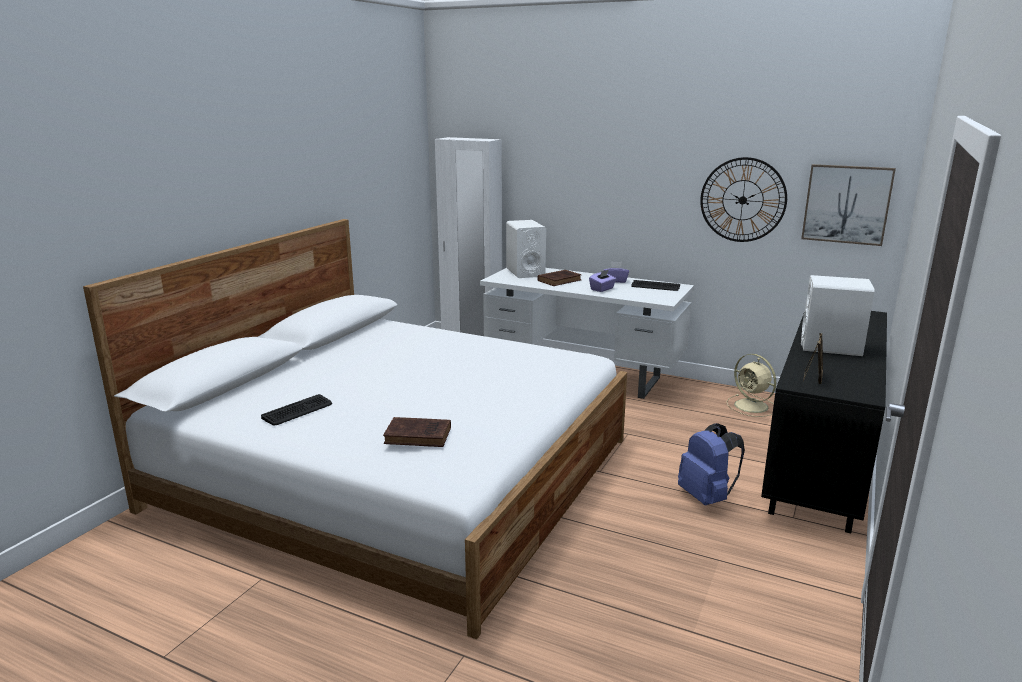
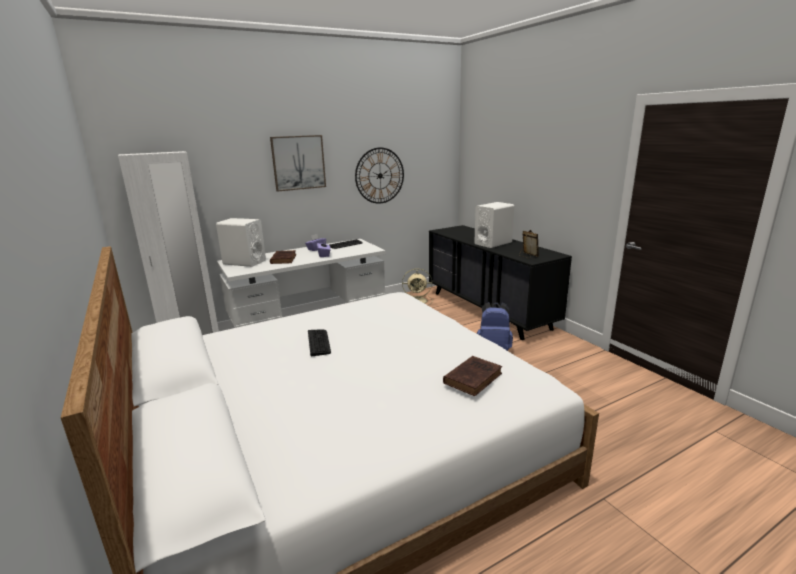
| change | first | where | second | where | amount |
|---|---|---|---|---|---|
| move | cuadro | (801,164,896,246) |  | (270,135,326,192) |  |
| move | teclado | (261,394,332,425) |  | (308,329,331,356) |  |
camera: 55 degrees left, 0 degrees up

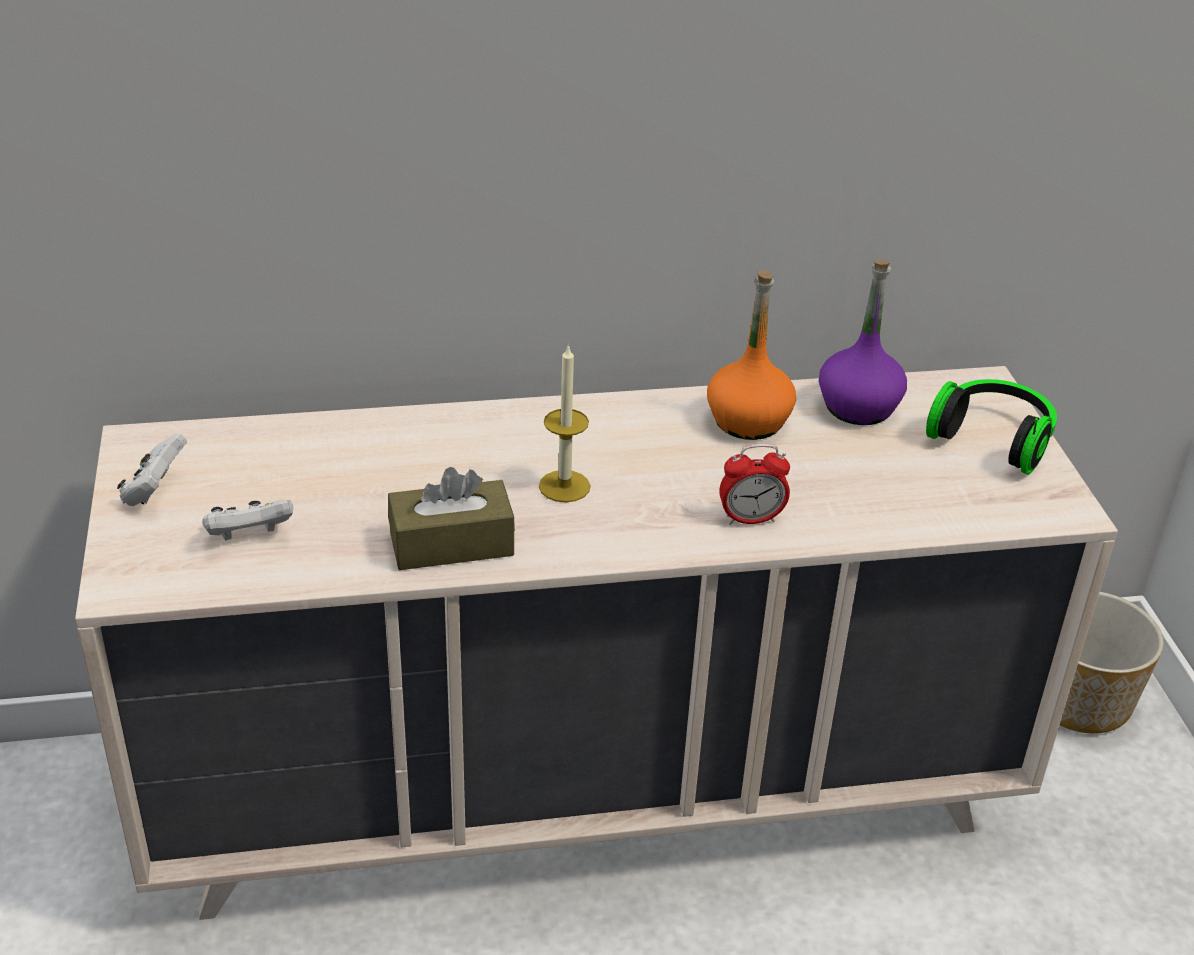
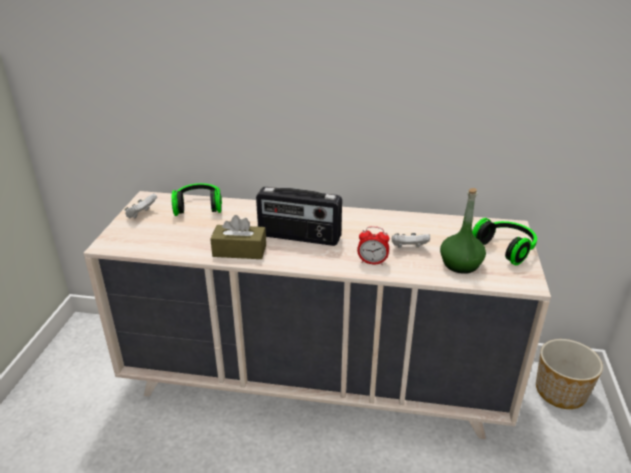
| change | first | where | second | where | amount |
|---|---|---|---|---|---|
| insert |  |  | auriculares | (172,183,222,216) |  |
| replace | vela | (539,344,590,502) | radio | (256,187,342,246) |  |
| move | mando de consola (blanco) | (202,500,293,541) |  | (392,233,430,248) |  |
| insert |  |  | botella (verde) | (440,188,486,274) |  |
| delete | botella (naranja) | (707,270,796,440) |  |  |  |
| delete | botella (morado) | (819,260,907,425) |  |  |  |
camera: 20 degrees right, 5 degrees down

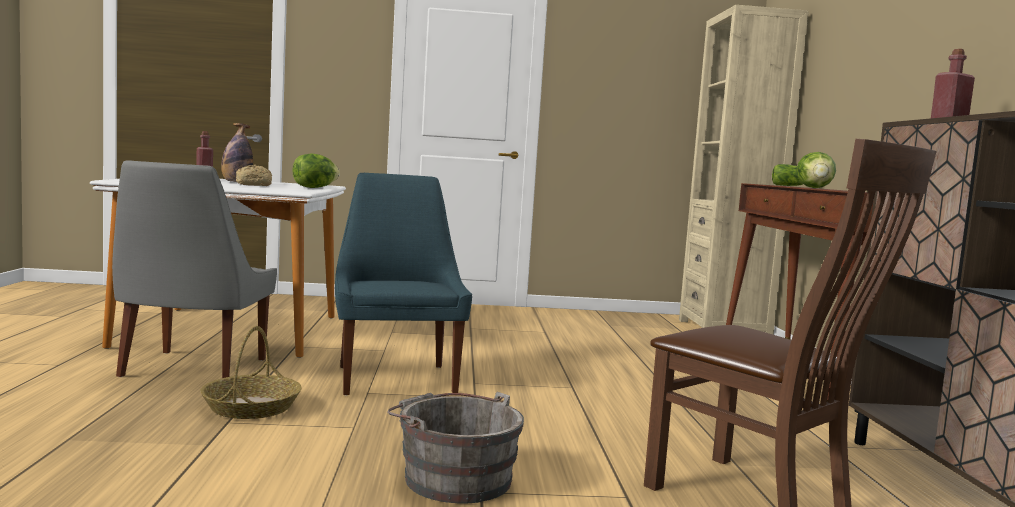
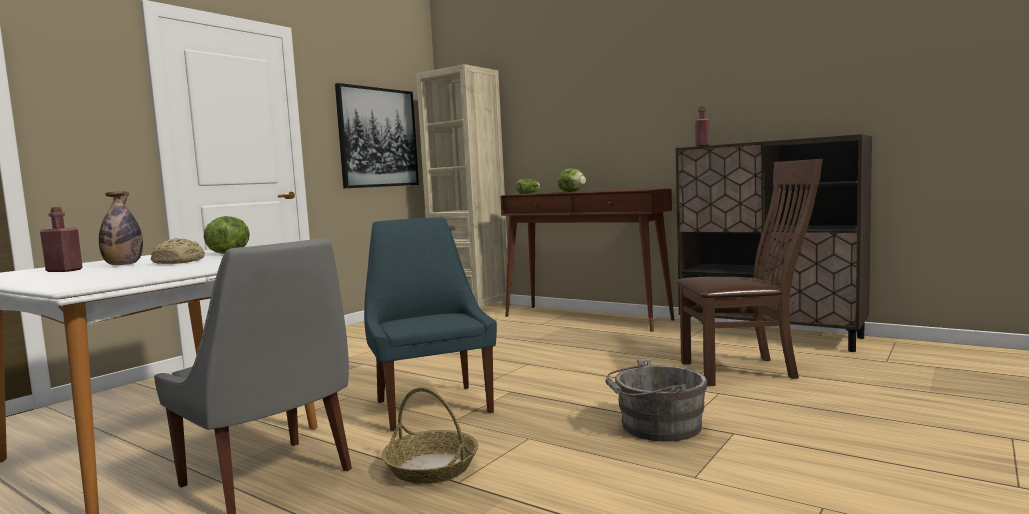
| change | first | where | second | where | amount |
|---|---|---|---|---|---|
| insert |  |  | cuadro | (335,83,419,189) |  |
| rotate | silla (azul) | (335,173,472,395) |  | (364,217,497,431) | 45 degrees clockwise |
camera: 50 degrees left, 0 degrees up

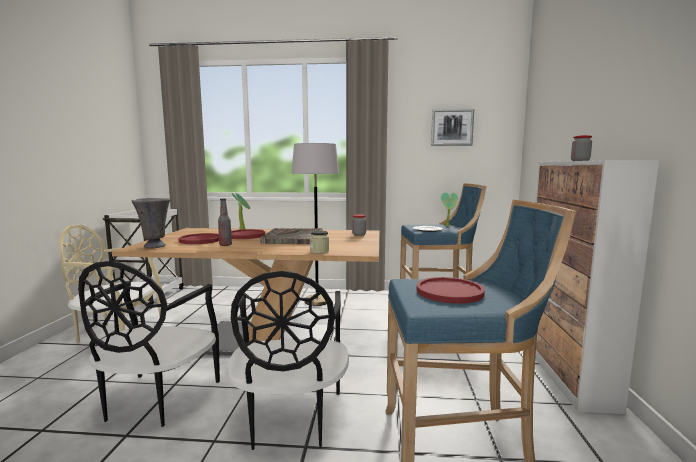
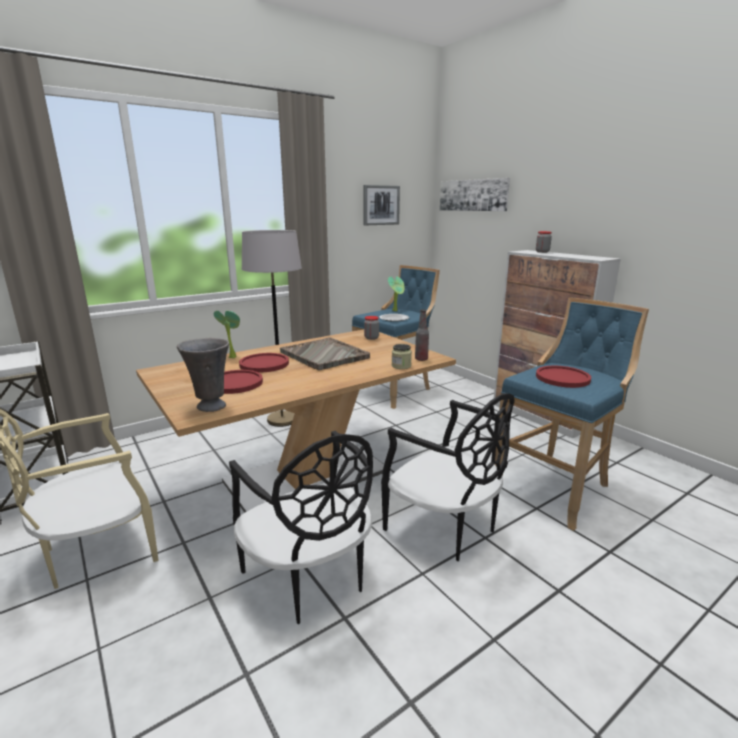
| change | first | where | second | where | amount |
|---|---|---|---|---|---|
| move | botella | (218,199,232,246) |  | (415,309,429,361) |  |
| insert |  |  | cuadro | (440,178,510,211) |  |
camera: 40 degrees left, 10 degrees up

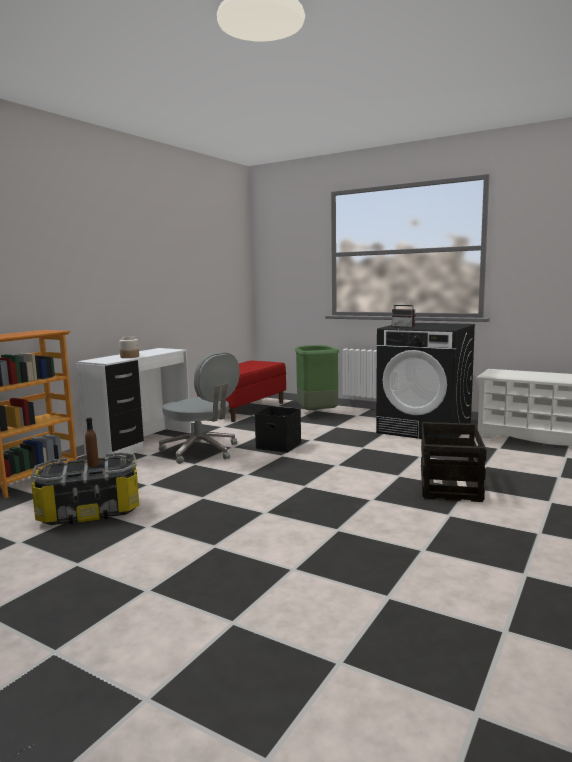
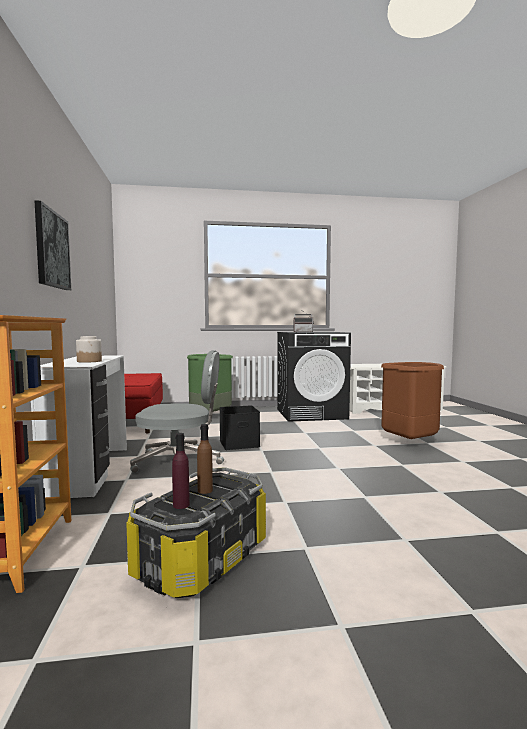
| change | first | where | second | where | amount |
|---|---|---|---|---|---|
| insert |  |  | cuadro | (34,200,71,290) |  |
| insert |  |  | botella (morado) | (172,433,190,509) |  |
| replace | caja de embalaje | (421,422,487,502) | papelera (marrón) | (381,362,444,439) |  |
camera: 40 degrees left, 5 degrees down

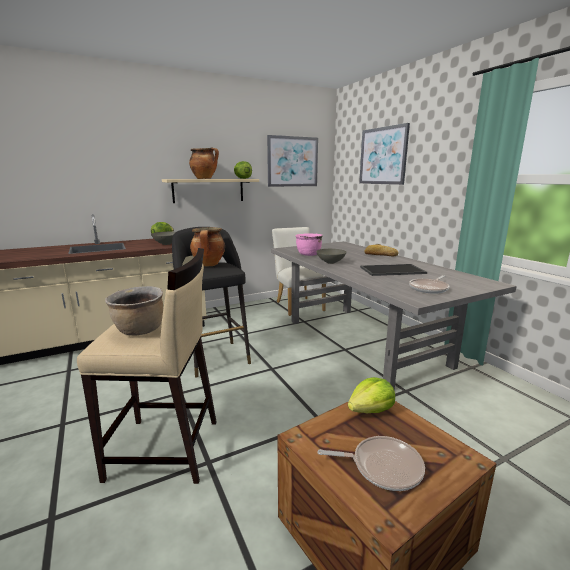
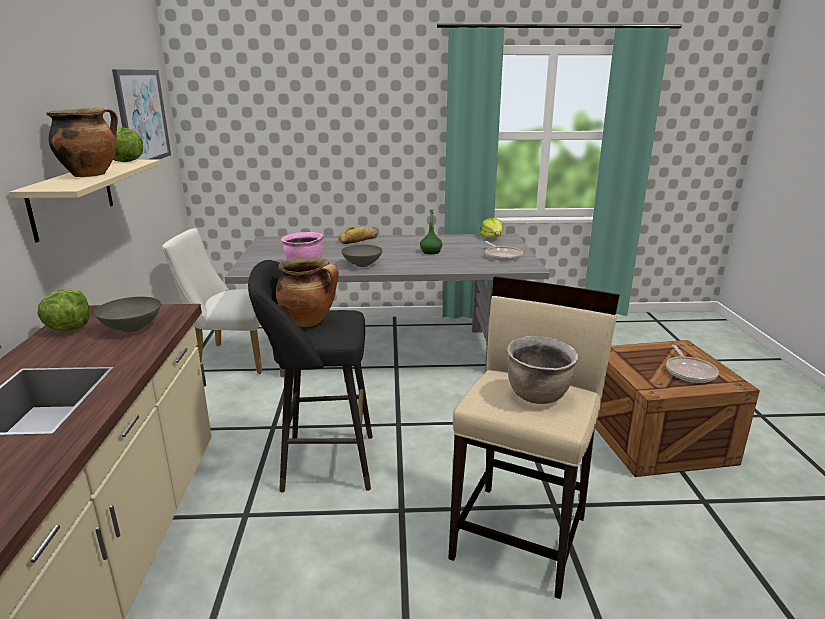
| change | first | where | second | where | amount |
|---|---|---|---|---|---|
| replace | bandeja | (360,264,427,276) | botella (verde) | (420,209,443,254) |  |
| move | lechuga | (348,377,395,413) |  | (480,218,503,238) |  |
| rotate | sartén | (317,436,425,491) |  | (666,345,719,383) | 150 degrees clockwise |
| delete | cuadro | (359,123,410,185) |  |  |  |
camera: 65 degrees left, 5 degrees up

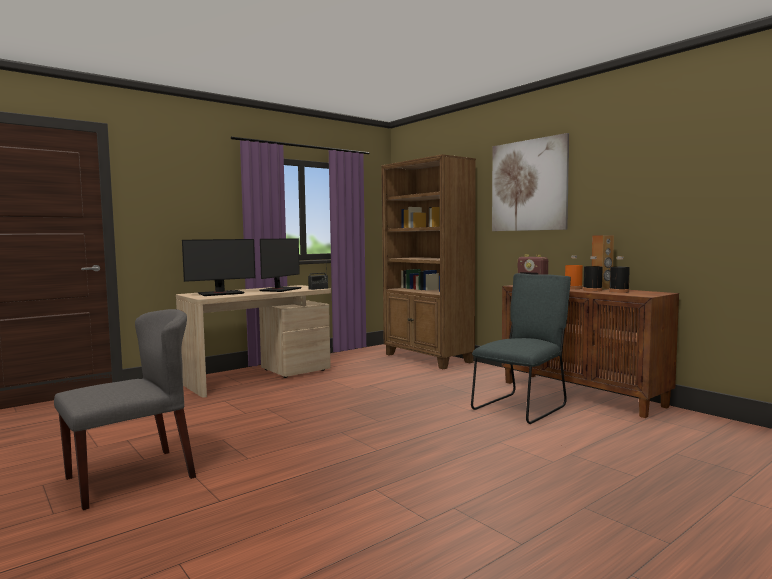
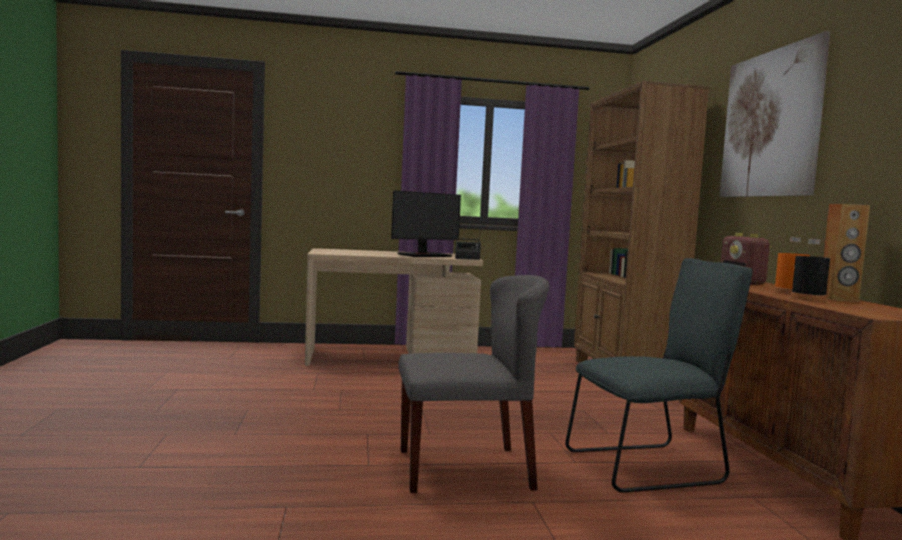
| change | first | where | second | where | amount |
|---|---|---|---|---|---|
| move | silla (gris) | (54,309,196,510) |  | (398,275,549,493) |  |
| delete | monitor | (182,239,255,296) |  |  |  |
| delete | botella (negro) | (609,256,630,293) |  |  |  |
camera: 30 degrees right, 0 degrees up

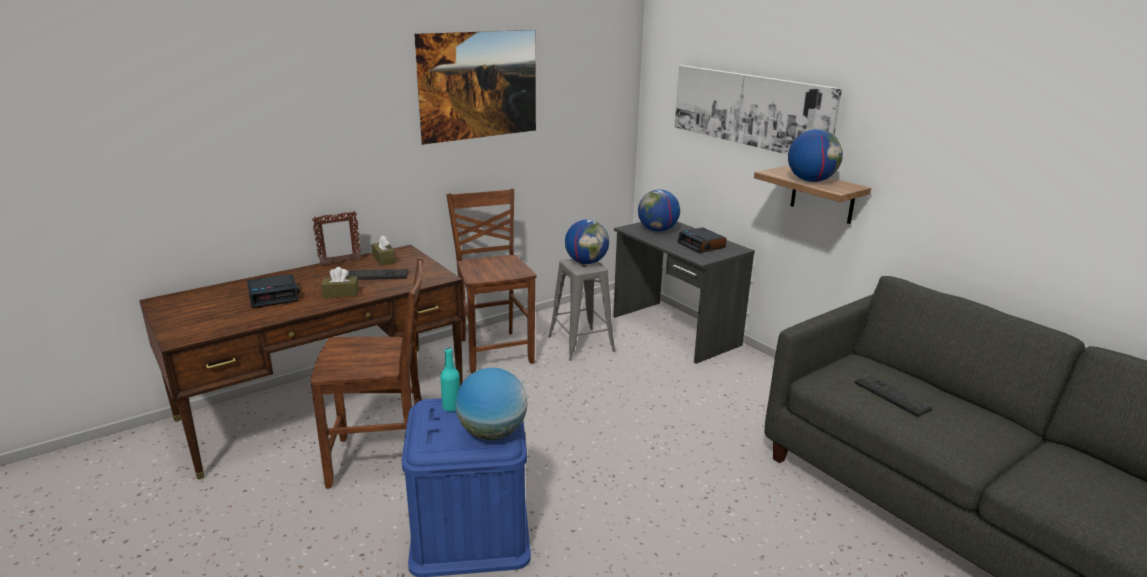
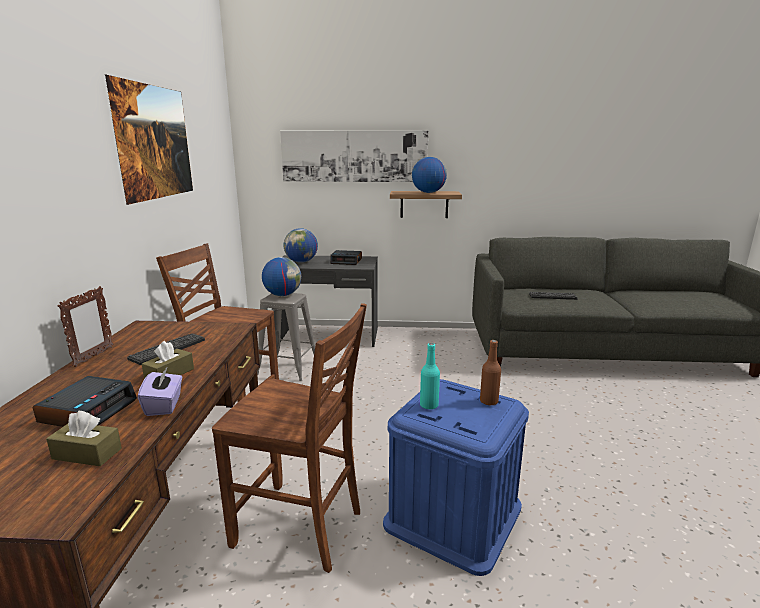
| change | first | where | second | where | amount |
|---|---|---|---|---|---|
| move | caja de pañuelos (marrón) | (372,235,396,265) |  | (46,411,122,466) |  |
| insert |  |  | caja de pañuelos (morado) | (138,366,182,416) |  |
| rotate | silla (marrón) | (310,257,423,489) |  | (212,303,367,573) | 75 degrees clockwise |
| replace | globo terráqueo | (455,368,527,440) | botella (marrón) | (480,340,501,406) |  |
camera: 50 degrees left, 5 degrees down

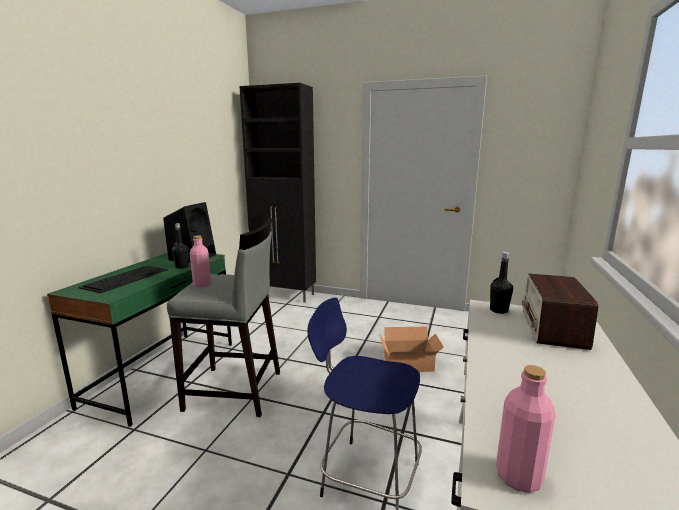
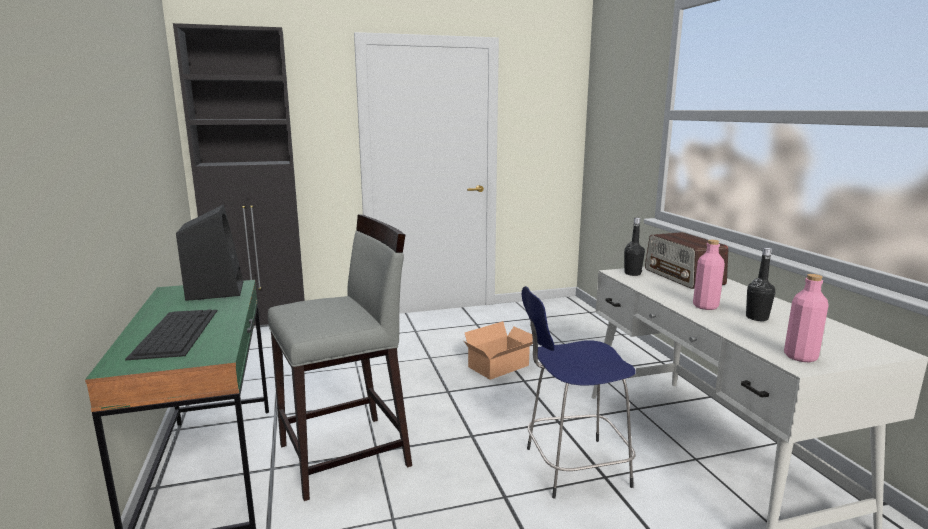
| change | first | where | second | where | amount |
|---|---|---|---|---|---|
| move | botella (rosa) | (190,236,211,287) |  | (693,240,725,310) |  |
| move | botella (negro) | (172,223,189,269) |  | (746,248,775,321) |  |
camera: 35 degrees left, 0 degrees up

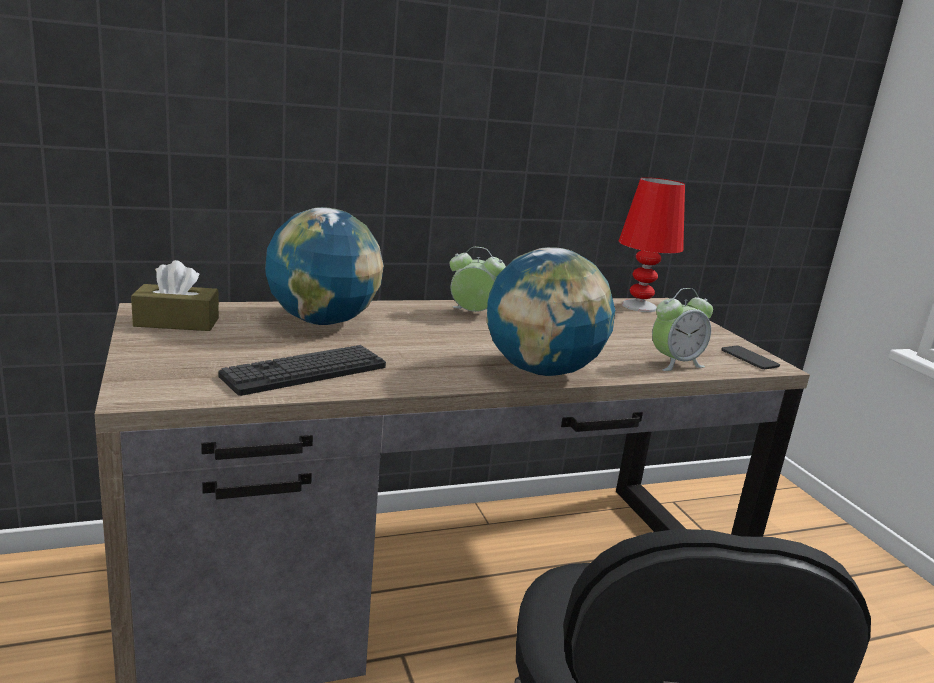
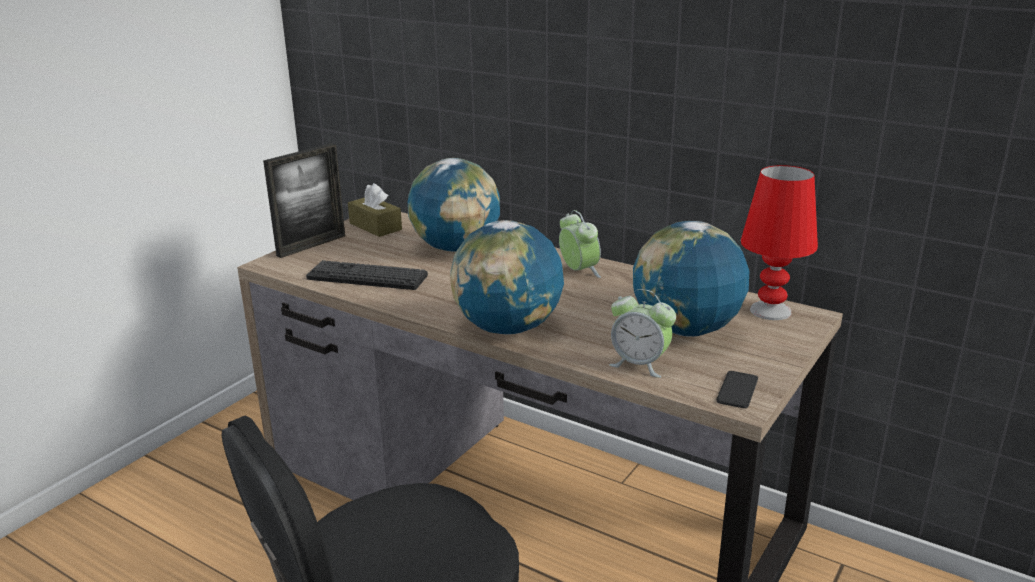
| change | first | where | second | where | amount |
|---|---|---|---|---|---|
| insert |  |  | portarretratos | (263,143,345,258) |  |
| insert |  |  | globo terráqueo | (633,221,749,337) |  |
camera: 55 degrees right, 5 degrees up

